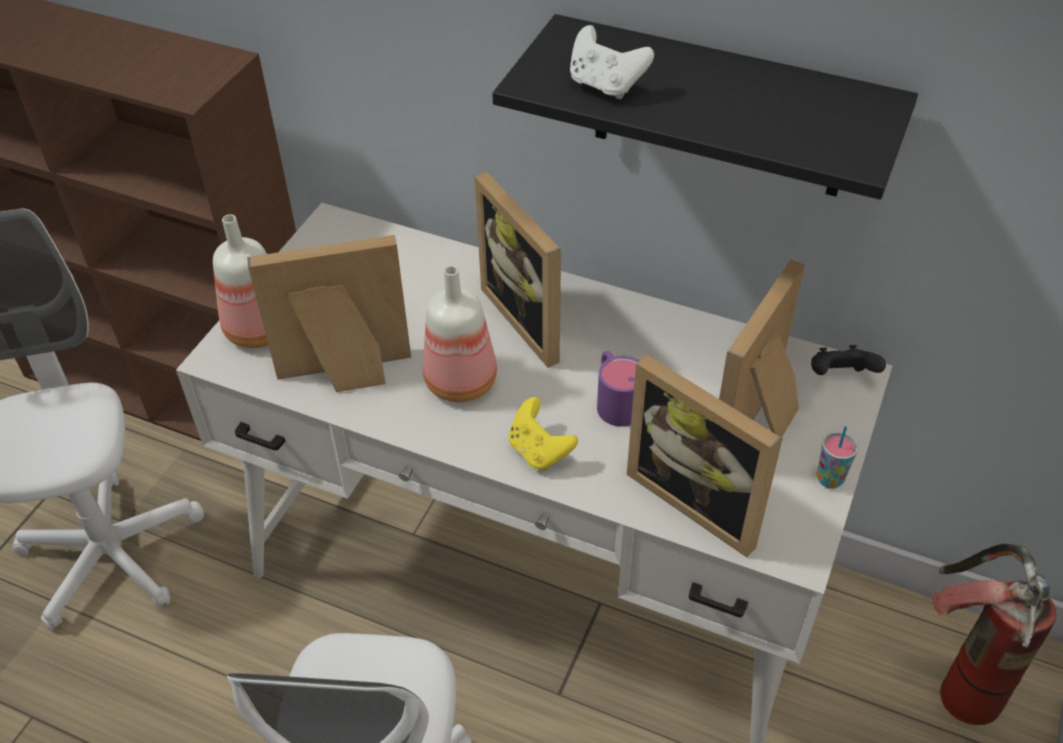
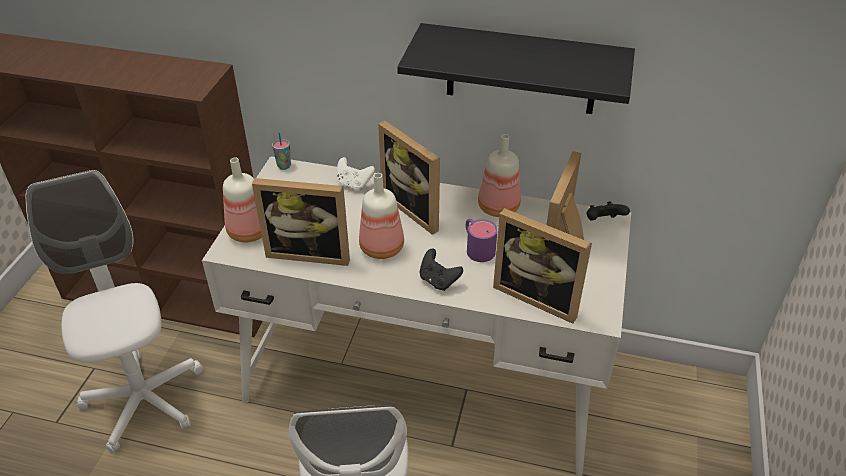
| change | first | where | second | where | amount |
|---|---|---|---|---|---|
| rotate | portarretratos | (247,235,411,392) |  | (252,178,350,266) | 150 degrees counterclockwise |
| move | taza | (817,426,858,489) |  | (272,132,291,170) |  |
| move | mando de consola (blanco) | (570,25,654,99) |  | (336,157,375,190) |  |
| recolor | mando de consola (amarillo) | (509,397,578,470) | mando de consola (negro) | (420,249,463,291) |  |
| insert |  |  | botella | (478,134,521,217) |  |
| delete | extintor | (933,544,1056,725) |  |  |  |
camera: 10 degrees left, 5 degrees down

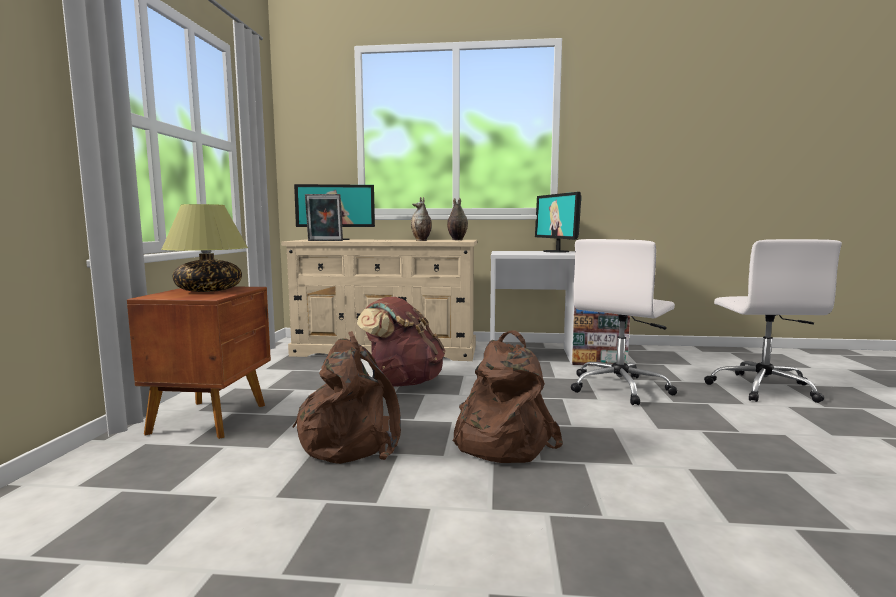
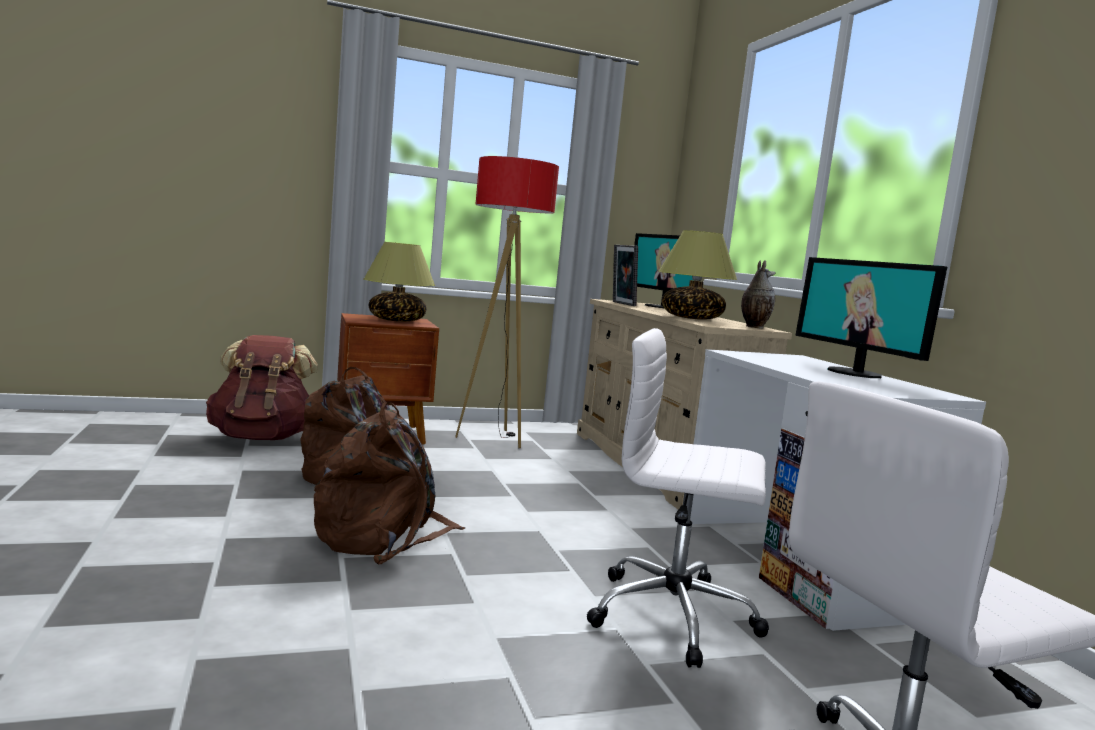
| change | first | where | second | where | amount |
|---|---|---|---|---|---|
| move | mochila (marrón) | (357,297,445,387) |  | (206,335,318,440) |  |
| insert |  |  | lámpara de pie | (455,156,559,448) |  |
| replace | florero | (411,197,432,241) | lámpara de mesa | (658,230,737,320) |  |
| rotate | monitor | (535,192,581,253) |  | (795,257,947,378) | 75 degrees counterclockwise |
camera: 65 degrees right, 0 degrees up

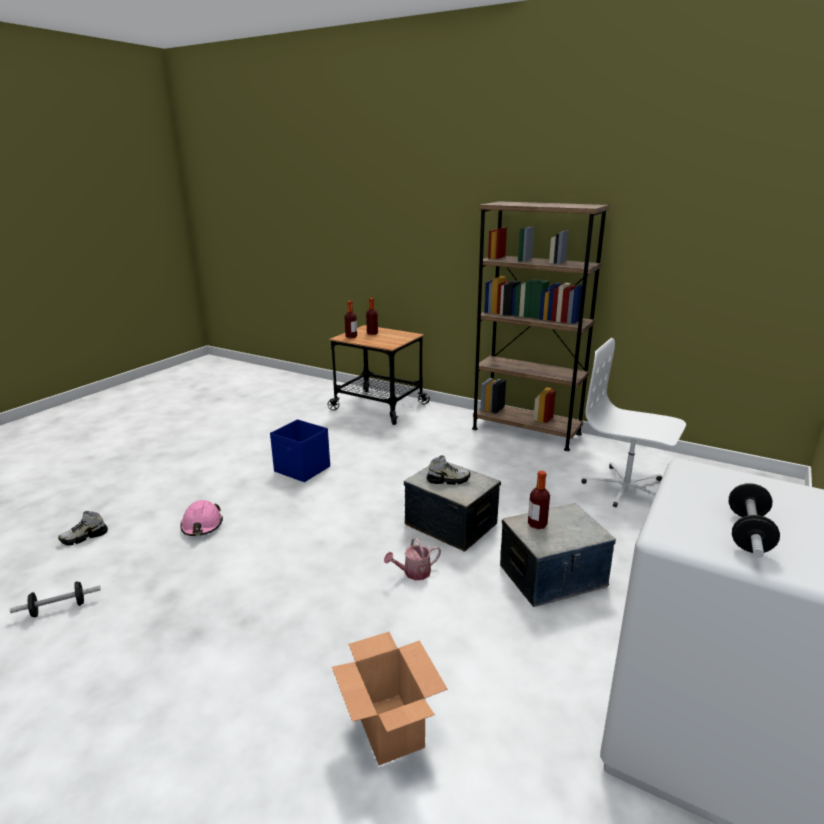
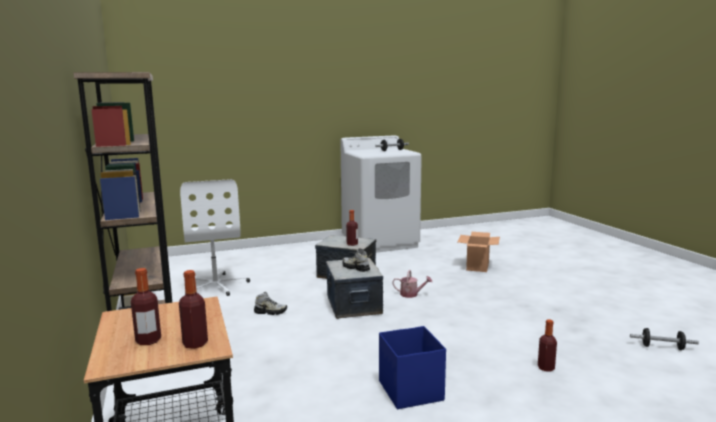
| change | first | where | second | where | amount |
|---|---|---|---|---|---|
| move | zapato | (58,511,108,546) |  | (254,292,287,315) |  |
| replace | casco (rosa) | (180,500,223,536) | botella | (538,319,557,372) |  |
camera: 140 degrees left, 10 degrees down

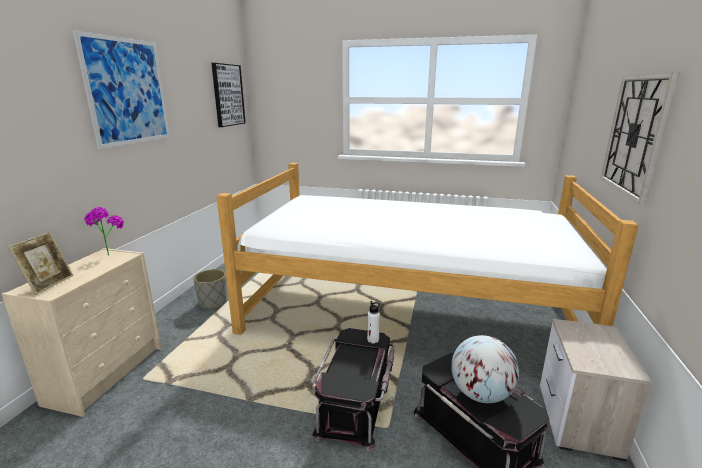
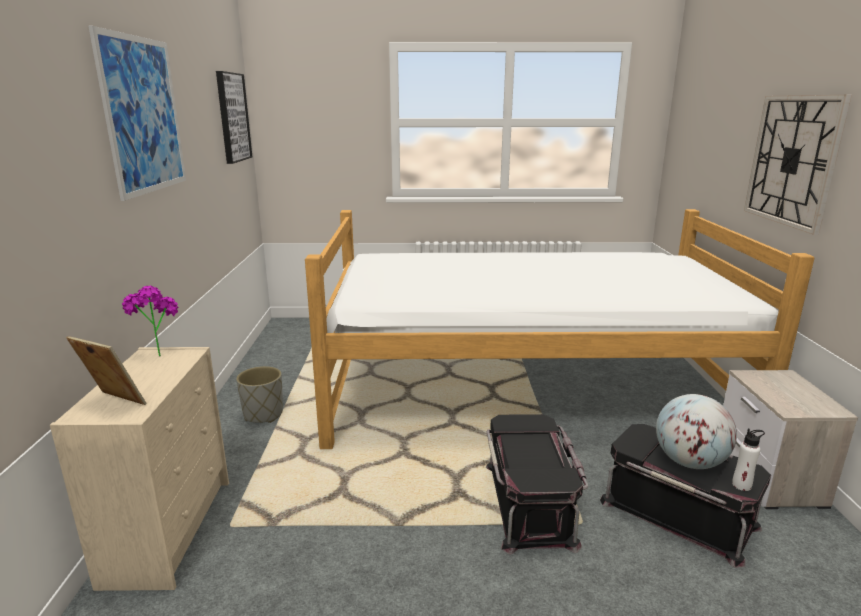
| change | first | where | second | where | amount |
|---|---|---|---|---|---|
| rotate | portarretratos | (8,232,73,295) |  | (66,336,147,405) | 60 degrees counterclockwise |
| move | botella (blanco) | (367,301,380,343) |  | (732,429,765,491) |  |
camera: 15 degrees left, 0 degrees up

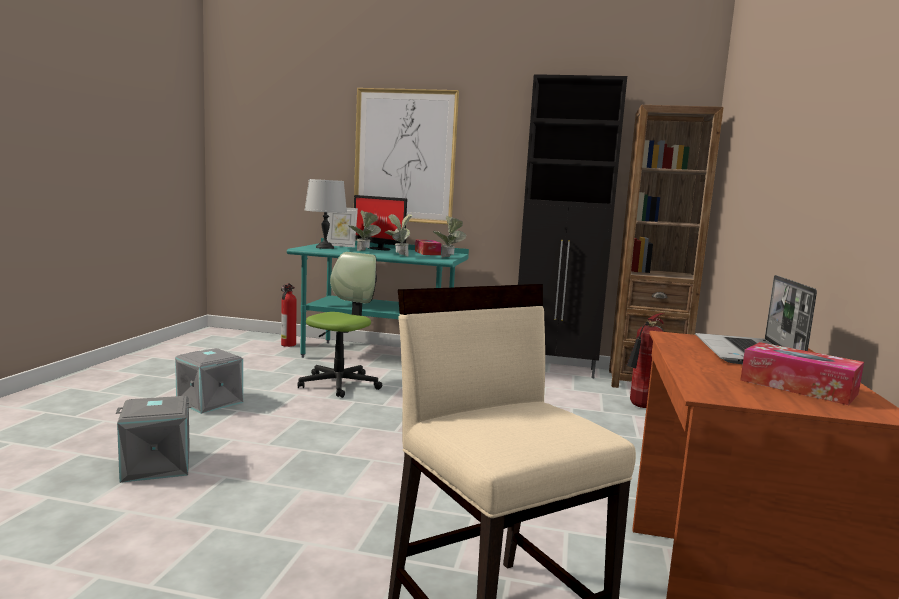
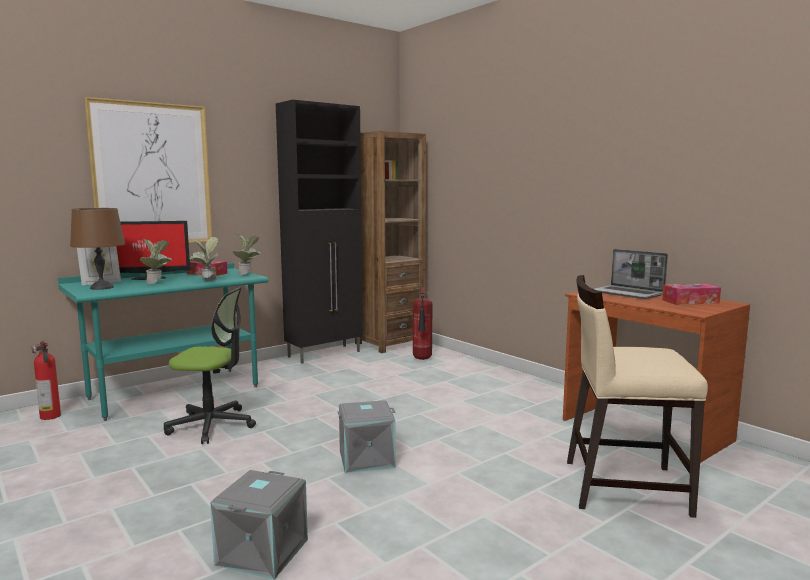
| change | first | where | second | where | amount |
|---|---|---|---|---|---|
| recolor | lámpara de mesa (gris) | (305,179,347,249) | lámpara de mesa (marrón) | (70,208,125,290) |  |
| rotate | silla de oficina | (298,252,382,398) |  | (164,287,256,444) | 120 degrees clockwise |
| move | caja de almacenaje (gris) | (175,348,243,414) |  | (338,400,396,473) |  |
camera: 50 degrees left, 0 degrees up

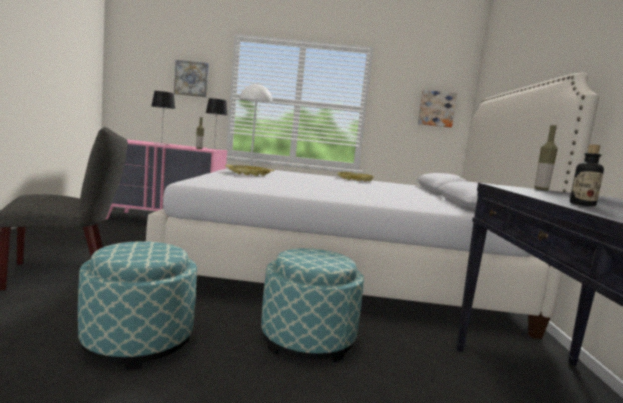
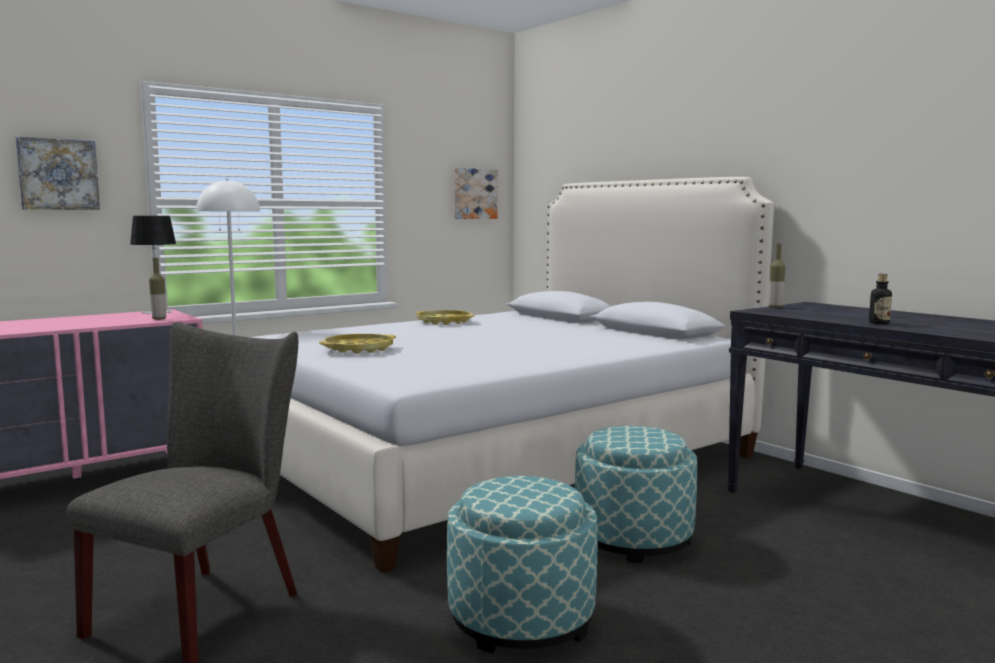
| change | first | where | second | where | amount |
|---|---|---|---|---|---|
| delete | lámpara de mesa | (151,91,175,145) |  |  |  |
camera: 40 degrees left, 0 degrees up

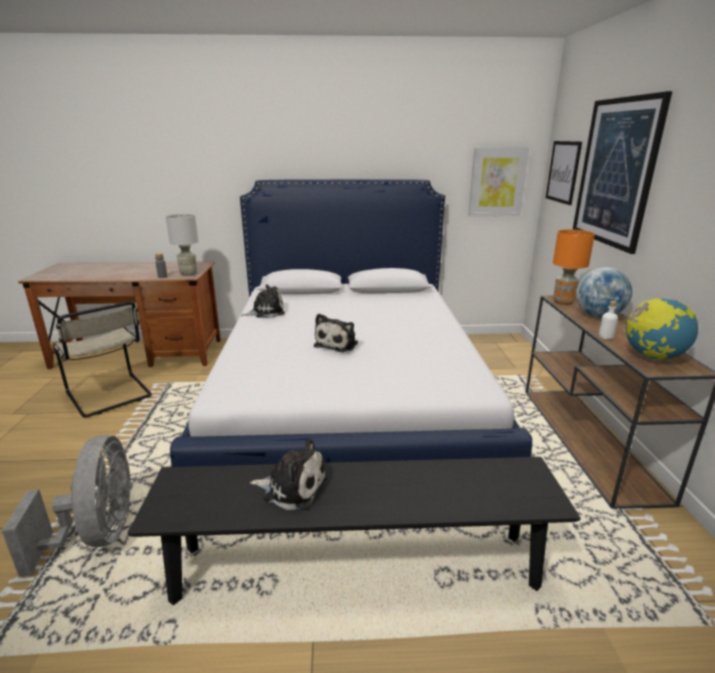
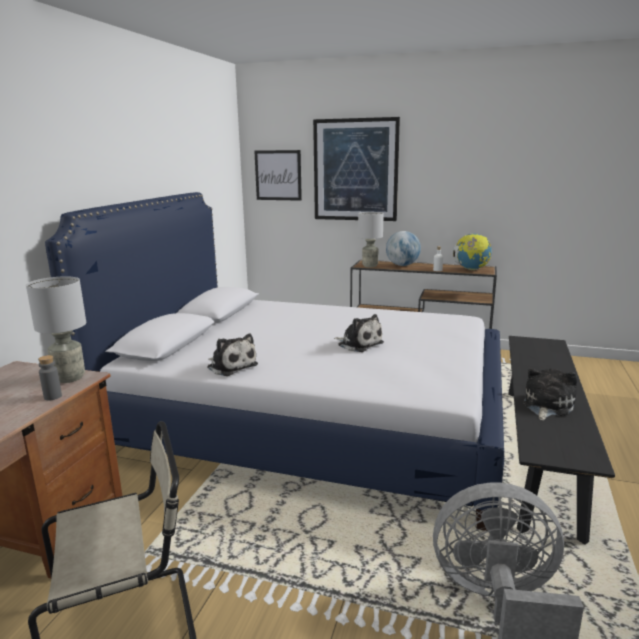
| change | first | where | second | where | amount |
|---|---|---|---|---|---|
| rotate | peluche | (241,284,285,318) |  | (207,334,258,376) | 135 degrees clockwise |
| recolor | lámpara de mesa (naranja) | (553,229,595,305) | lámpara de mesa (gris) | (358,212,384,267) |  |
| delete | cuadro | (468,147,529,216) |  |  |  |
camera: 70 degrees left, 5 degrees down

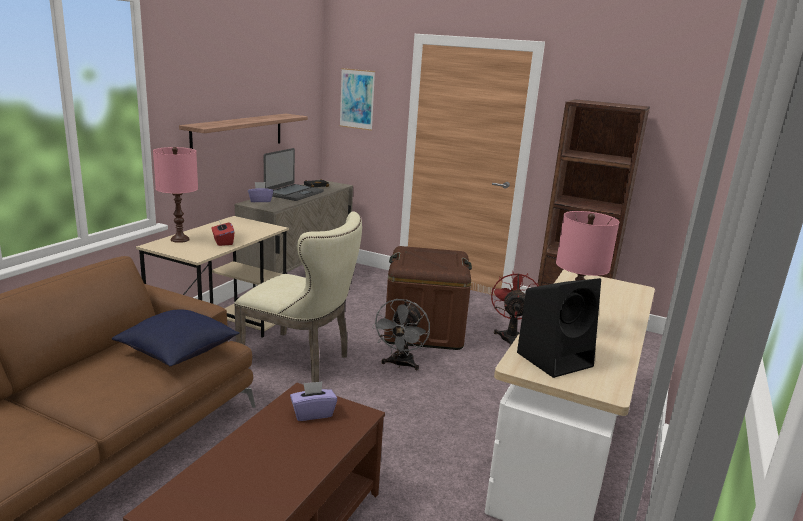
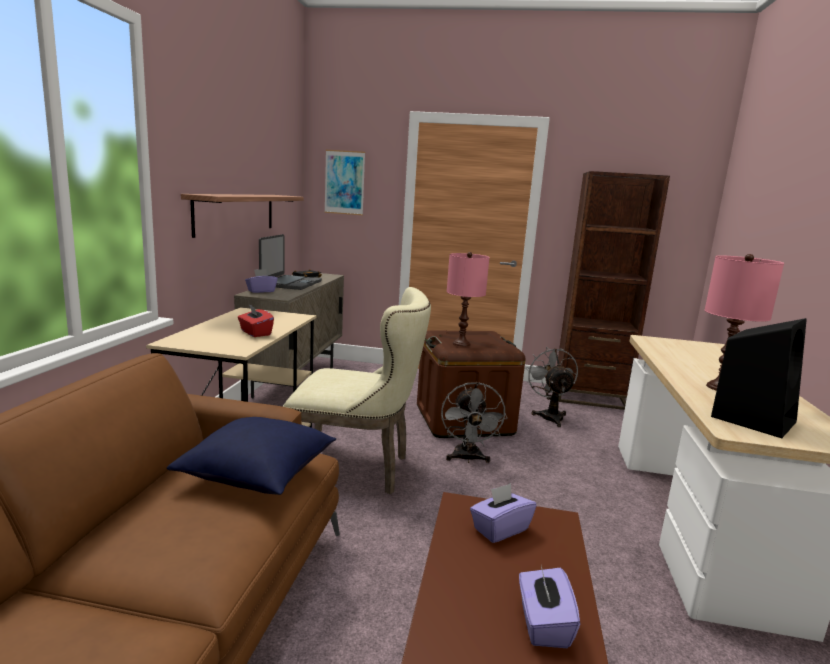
| change | first | where | second | where | amount |
|---|---|---|---|---|---|
| move | lámpara de mesa (rosa) | (153,147,198,243) |  | (447,252,490,346) |  |
| insert |  |  | caja de pañuelos (morado) | (519,566,580,648) |  |
| recolor | ventilador (rojo) | (491,273,539,346) | ventilador (gris) | (526,347,578,427) |  |
camera: 15 degrees left, 5 degrees down

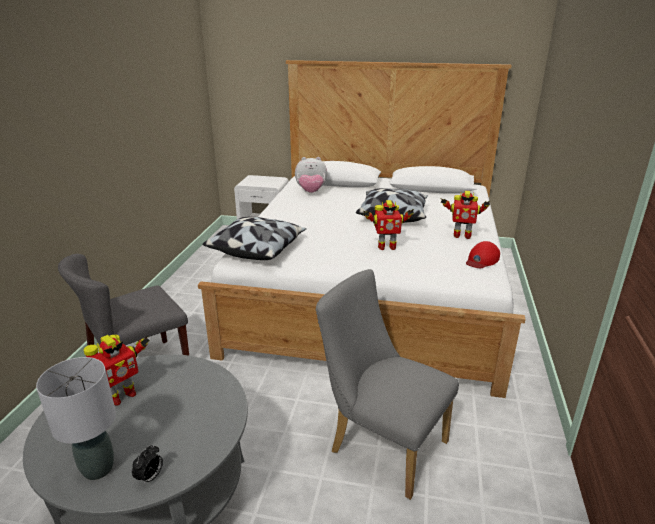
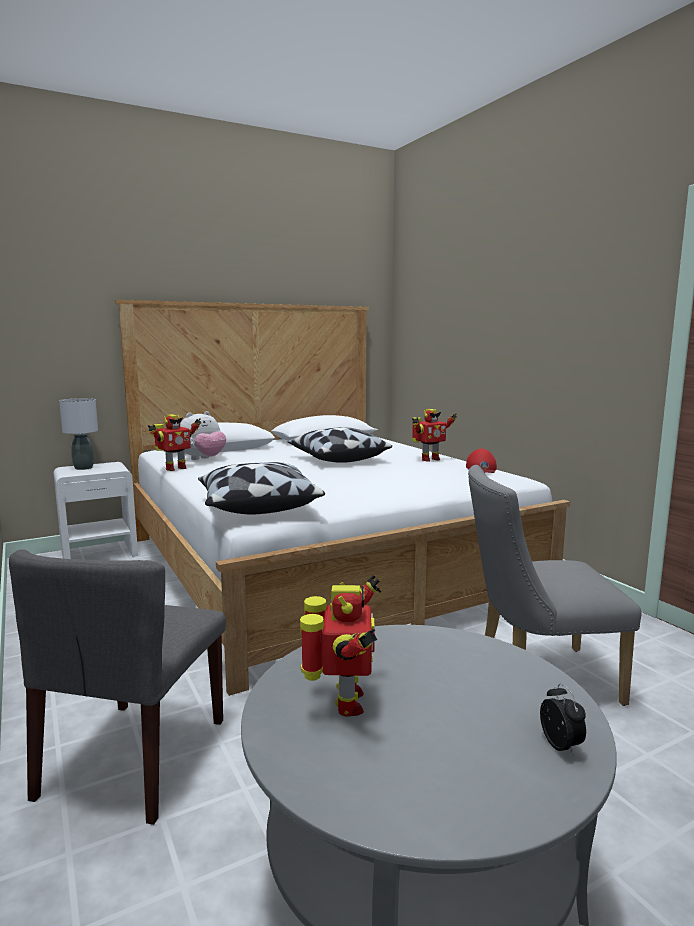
| change | first | where | second | where | amount |
|---|---|---|---|---|---|
| move | lámpara de mesa (gris) | (36,357,116,480) |  | (59,398,98,470) |  |
| move | robot de juguete | (363,200,414,250) |  | (148,414,202,471) |  |
camera: 40 degrees left, 15 degrees down

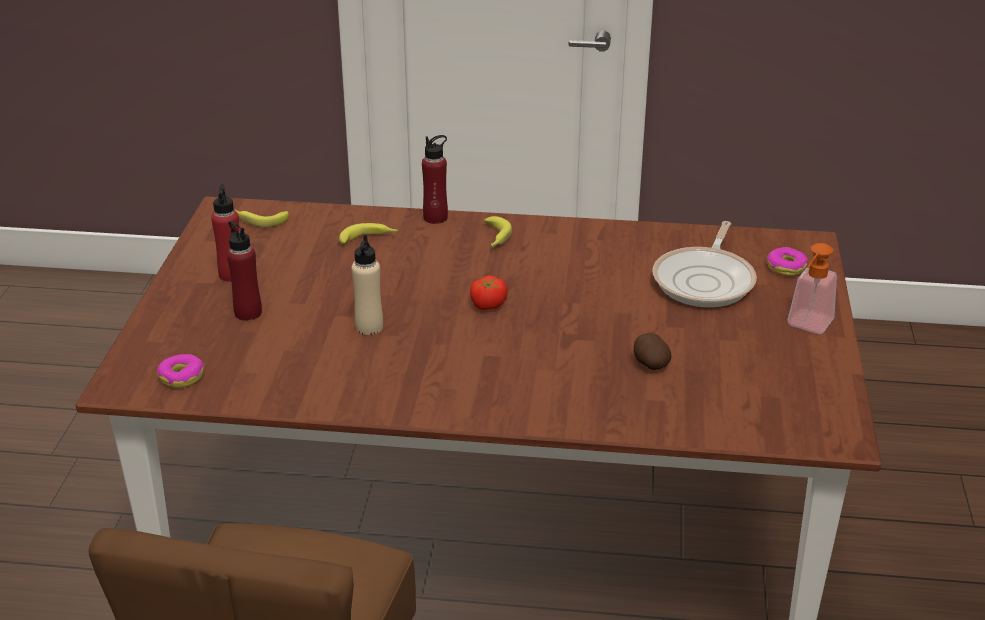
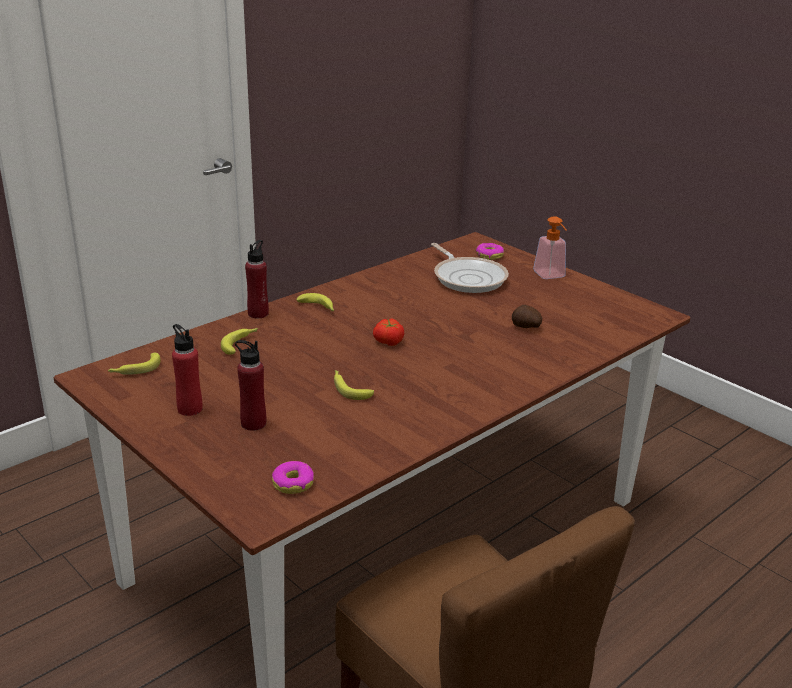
| change | first | where | second | where | amount |
|---|---|---|---|---|---|
| replace | botella (beis) | (352,235,383,335) | plátano | (334,370,374,400) |  |
camera: 50 degrees left, 5 degrees down

